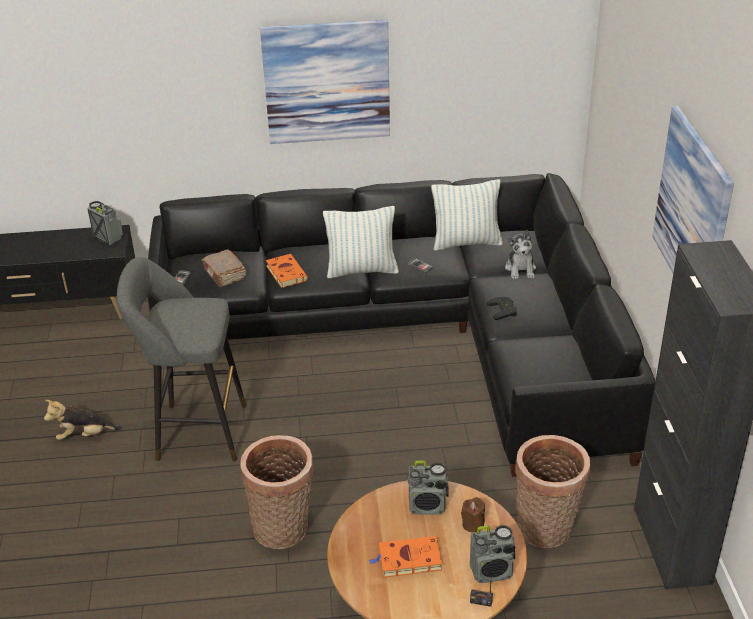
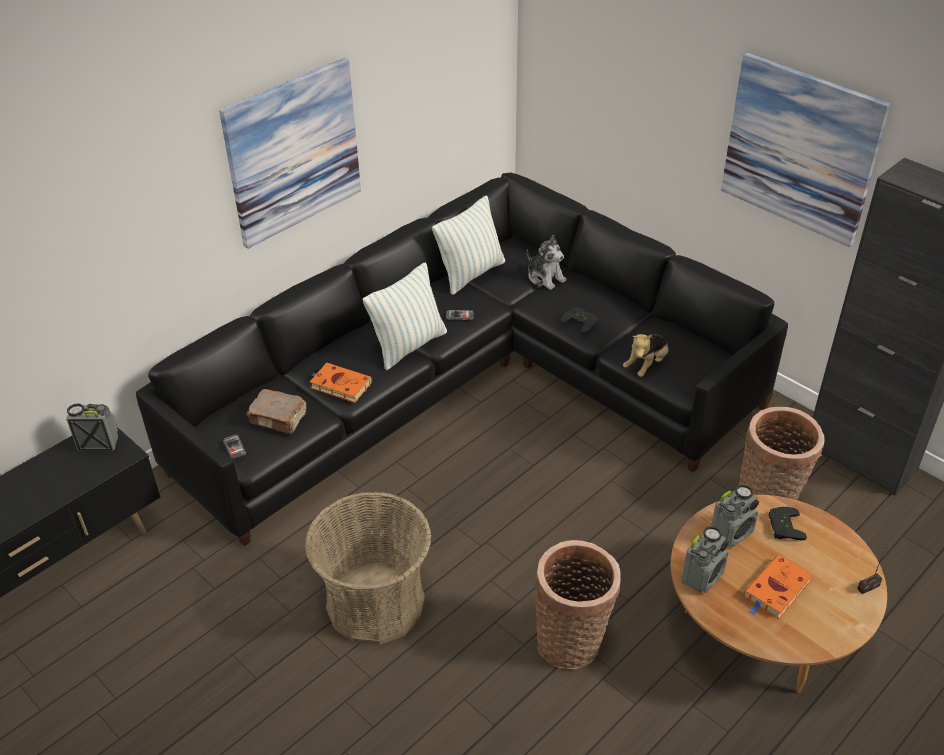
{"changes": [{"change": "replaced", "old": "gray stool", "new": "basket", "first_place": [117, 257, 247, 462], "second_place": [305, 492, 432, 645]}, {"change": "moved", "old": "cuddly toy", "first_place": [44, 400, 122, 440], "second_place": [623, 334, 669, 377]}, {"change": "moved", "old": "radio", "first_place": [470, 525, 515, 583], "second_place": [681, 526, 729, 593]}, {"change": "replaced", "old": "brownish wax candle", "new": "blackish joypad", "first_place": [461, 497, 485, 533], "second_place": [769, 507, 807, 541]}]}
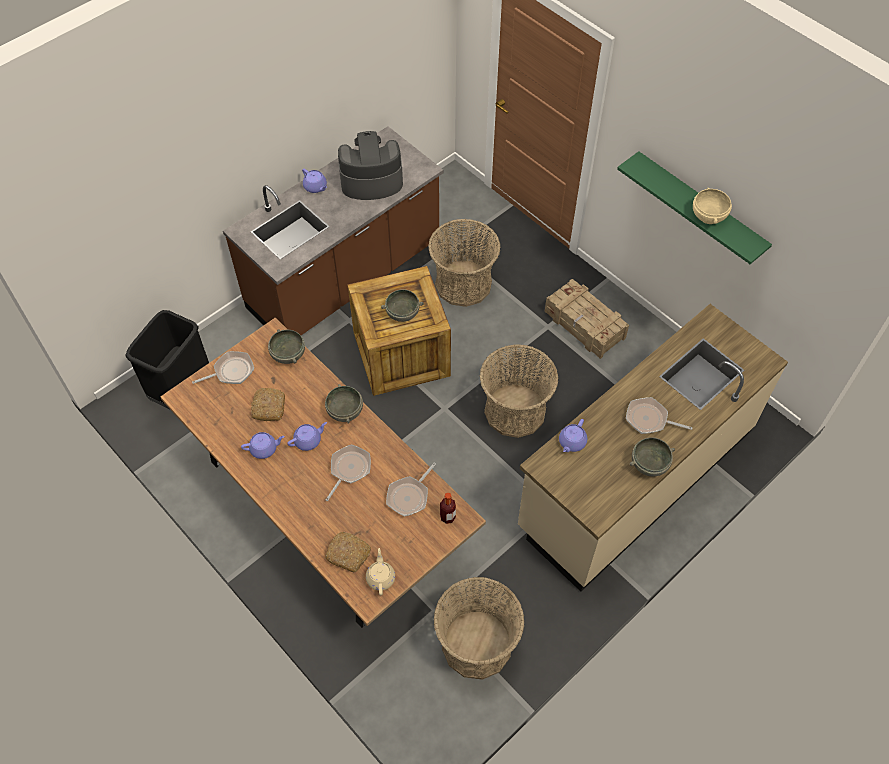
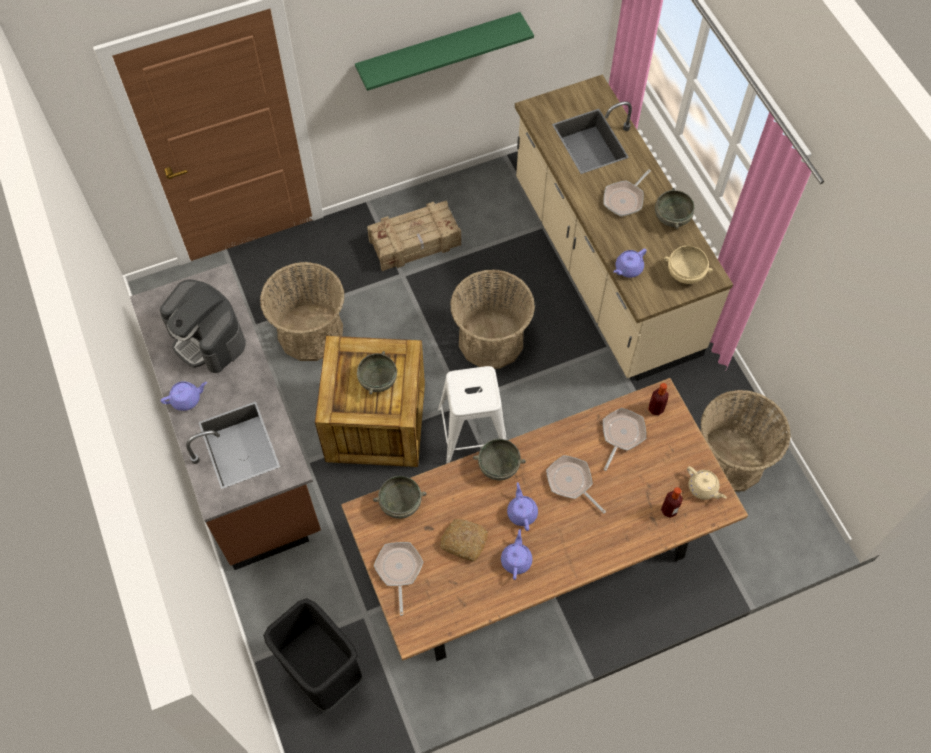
{"changes": [{"change": "turned", "old": "coffee brewer", "first_place": [338, 131, 403, 200], "second_place": [160, 279, 246, 373], "degrees": -60}, {"change": "added", "new": "white stool", "second_place": [438, 366, 506, 464]}, {"change": "turned", "old": "frying pan", "first_place": [386, 463, 436, 517], "second_place": [603, 408, 646, 471], "degrees": -120}, {"change": "turned", "old": "purplish teapot", "first_place": [559, 419, 587, 452], "second_place": [613, 249, 647, 278], "degrees": 90}, {"change": "replaced", "old": "bakery bread", "new": "bottle", "first_place": [325, 532, 371, 572], "second_place": [661, 487, 683, 518]}, {"change": "moved", "old": "beige-coloured bowl", "first_place": [693, 188, 732, 224], "second_place": [664, 246, 713, 284]}, {"change": "turned", "old": "beige-coloured teapot", "first_place": [366, 548, 395, 595], "second_place": [687, 466, 727, 500], "degrees": -150}]}
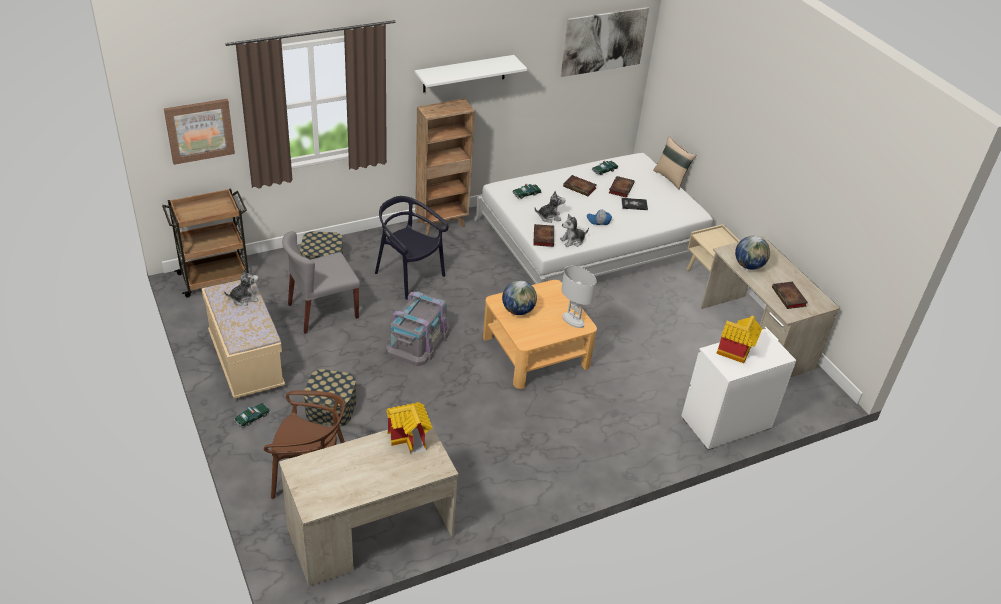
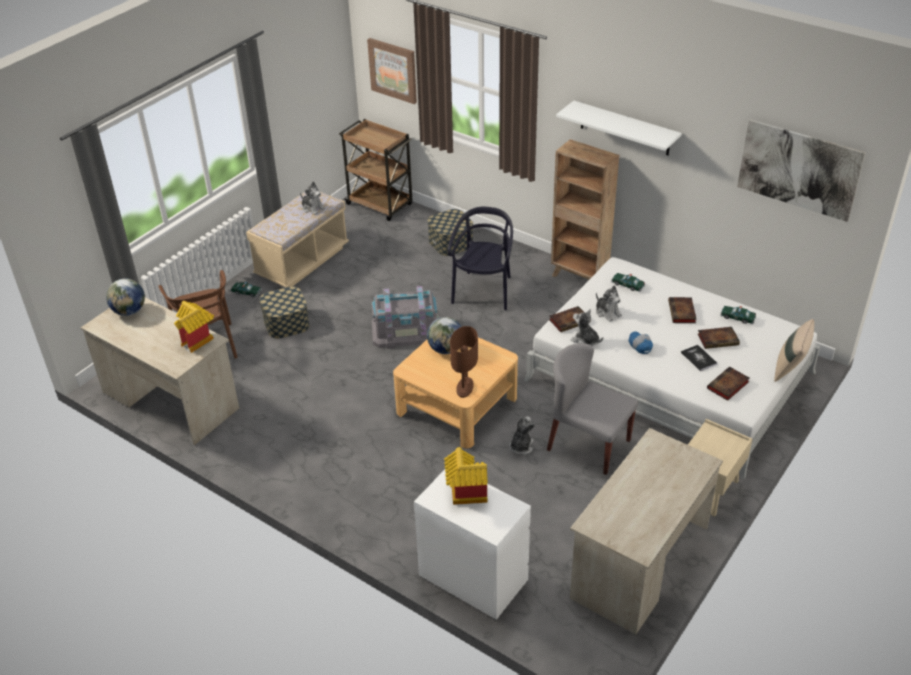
{"changes": [{"change": "moved", "old": "desk globe", "first_place": [735, 236, 770, 270], "second_place": [106, 279, 145, 316]}, {"change": "recoloured", "old": "white lamp for a table", "new": "brownish lamp for a table", "first_place": [561, 266, 597, 328], "second_place": [450, 326, 478, 398]}, {"change": "added", "new": "cuddly toy", "second_place": [509, 416, 535, 455]}, {"change": "moved", "old": "gray plain chair", "first_place": [282, 231, 360, 334], "second_place": [547, 343, 638, 475]}, {"change": "moved", "old": "volume", "first_place": [772, 282, 808, 309], "second_place": [707, 366, 749, 401]}]}
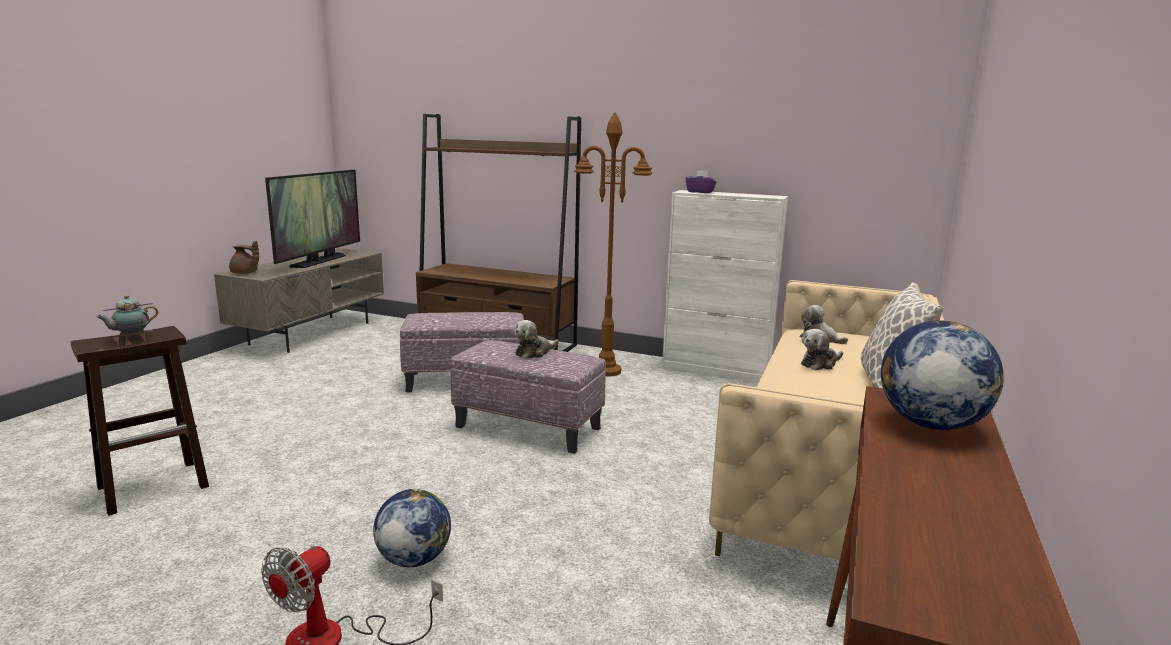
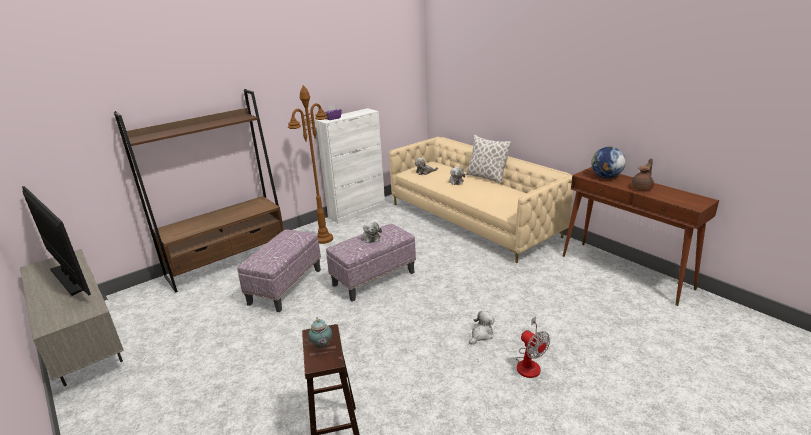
{"changes": [{"change": "replaced", "old": "desk globe", "new": "cuddly toy", "first_place": [373, 489, 451, 567], "second_place": [469, 311, 495, 344]}, {"change": "moved", "old": "brownish teapot", "first_place": [229, 241, 259, 274], "second_place": [631, 159, 654, 191]}]}
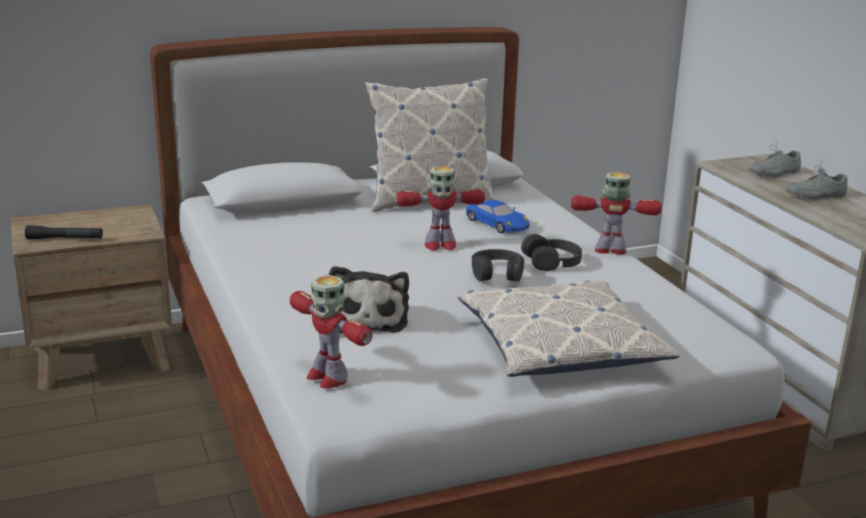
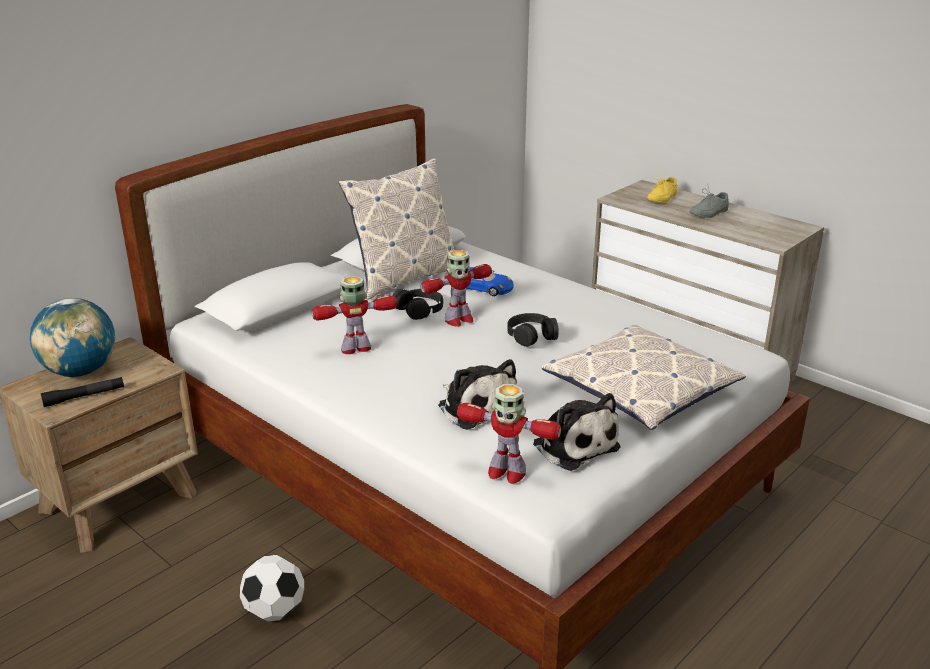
{"changes": [{"change": "added", "new": "desk globe", "second_place": [30, 298, 116, 377]}, {"change": "added", "new": "football ball", "second_place": [239, 555, 304, 622]}, {"change": "moved", "old": "model robot", "first_place": [571, 172, 662, 255], "second_place": [312, 276, 397, 354]}, {"change": "moved", "old": "blackish headset", "first_place": [521, 234, 582, 271], "second_place": [393, 289, 443, 320]}, {"change": "added", "new": "cuddly toy", "second_place": [533, 393, 621, 471]}, {"change": "recoloured", "old": "gray shoe", "new": "yellow-coloured shoe", "first_place": [750, 140, 801, 178], "second_place": [647, 170, 677, 203]}]}
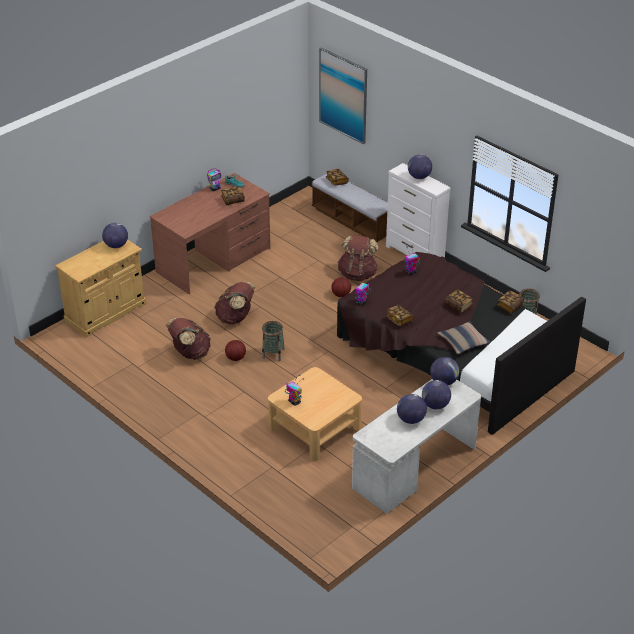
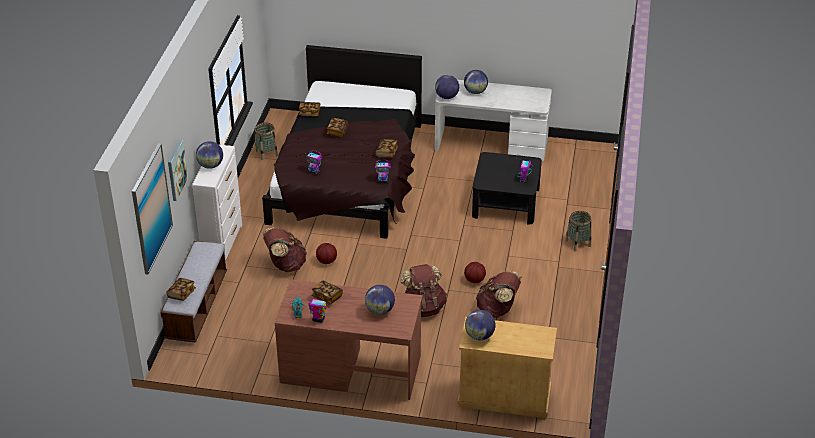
{"changes": [{"change": "added", "new": "wall picture", "second_place": [168, 140, 188, 201]}, {"change": "moved", "old": "desk globe", "first_place": [397, 394, 427, 424], "second_place": [365, 285, 395, 315]}, {"change": "recoloured", "old": "beige-coloured low table", "new": "blackish low table", "first_place": [268, 367, 362, 461], "second_place": [472, 152, 542, 225]}, {"change": "moved", "old": "basket", "first_place": [262, 321, 285, 361], "second_place": [565, 211, 591, 251]}, {"change": "removed", "old": "throw pillow", "first_place": [437, 321, 490, 354]}]}
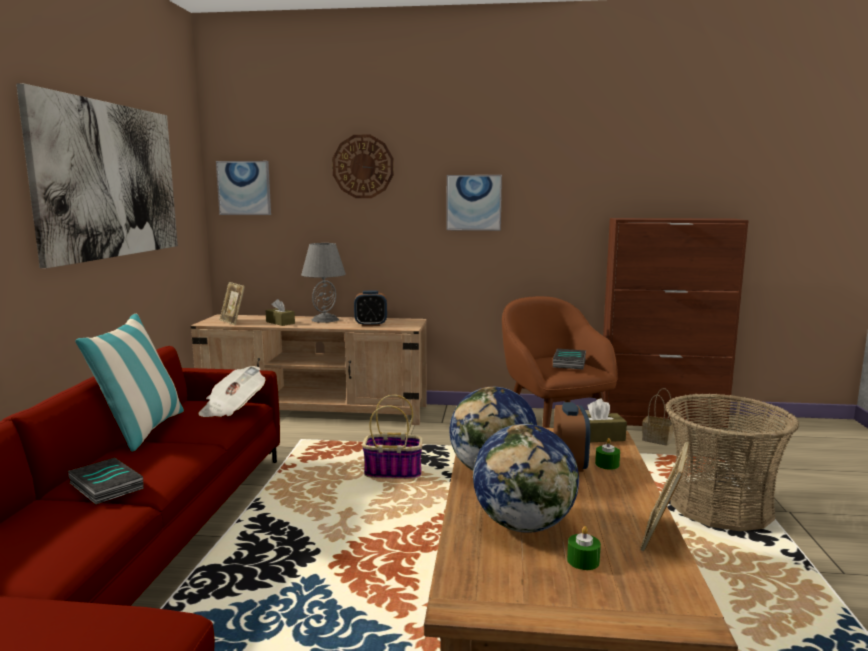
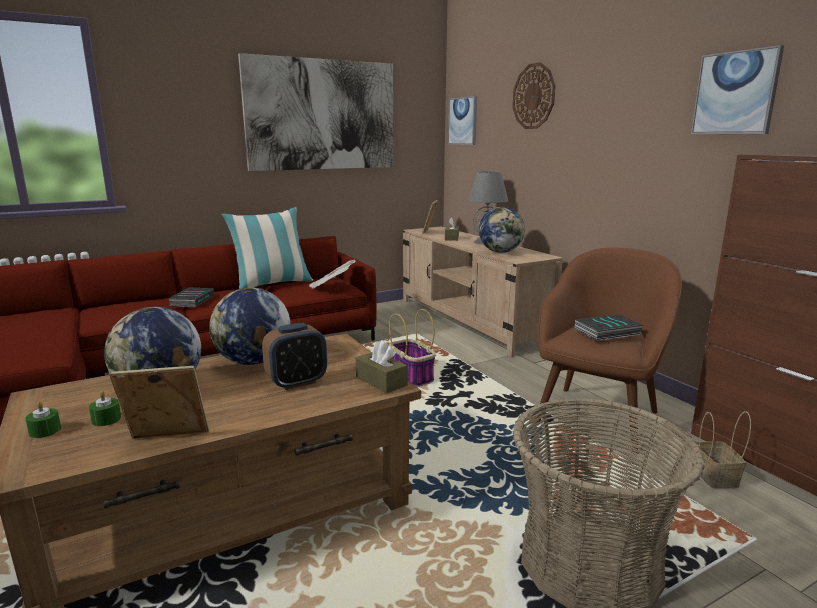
{"changes": [{"change": "moved", "old": "greenish wax candle", "first_place": [595, 438, 620, 470], "second_place": [25, 401, 61, 438]}, {"change": "replaced", "old": "table clock", "new": "desk globe", "first_place": [354, 291, 387, 326], "second_place": [479, 207, 525, 253]}, {"change": "moved", "old": "wall picture", "first_place": [446, 175, 502, 231], "second_place": [691, 45, 784, 134]}]}
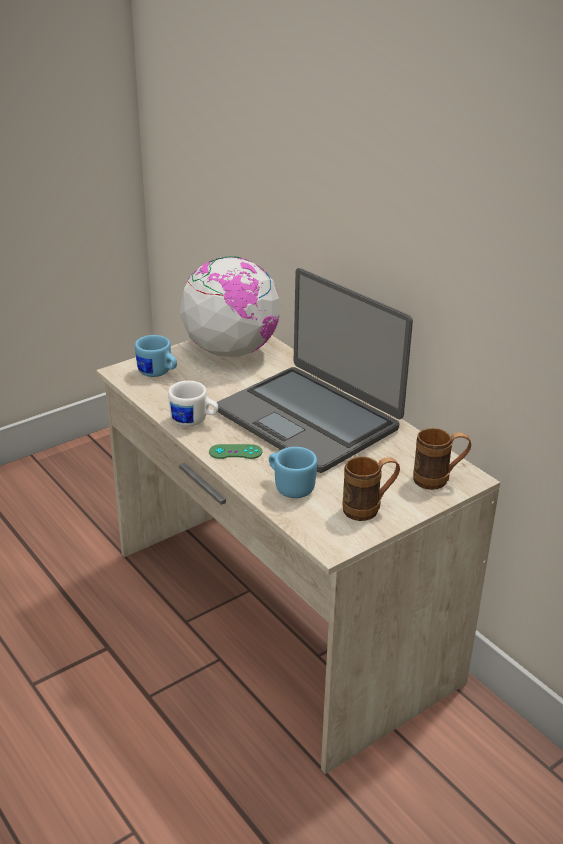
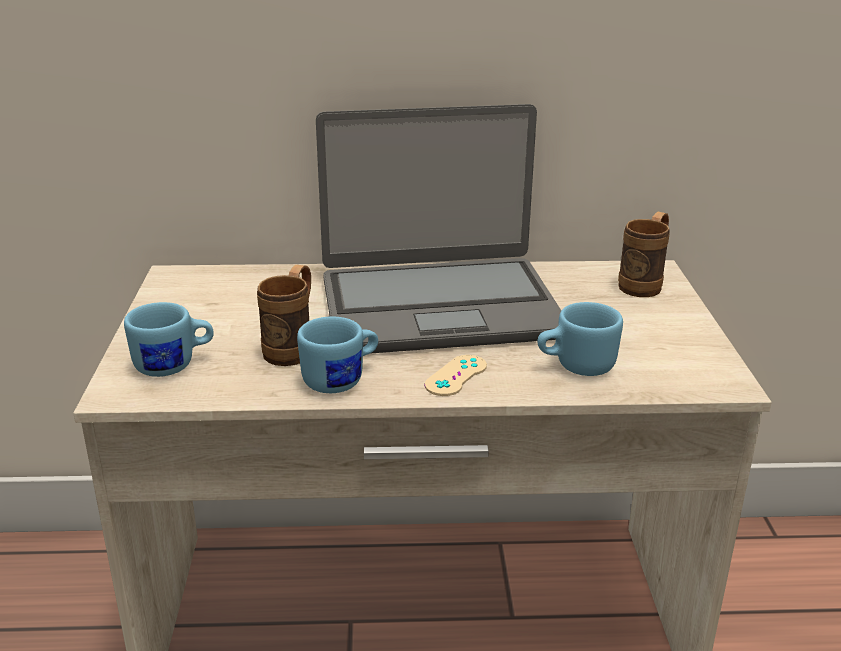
{"changes": [{"change": "moved", "old": "brownish tea mug", "first_place": [342, 456, 400, 521], "second_place": [257, 265, 311, 366]}, {"change": "recoloured", "old": "white tea mug", "new": "blue tea mug", "first_place": [168, 381, 218, 427], "second_place": [297, 316, 378, 393]}, {"change": "recoloured", "old": "greenish joypad", "new": "beige-coloured joypad", "first_place": [209, 444, 262, 459], "second_place": [424, 355, 487, 396]}, {"change": "removed", "old": "desk globe", "first_place": [180, 256, 280, 357]}]}
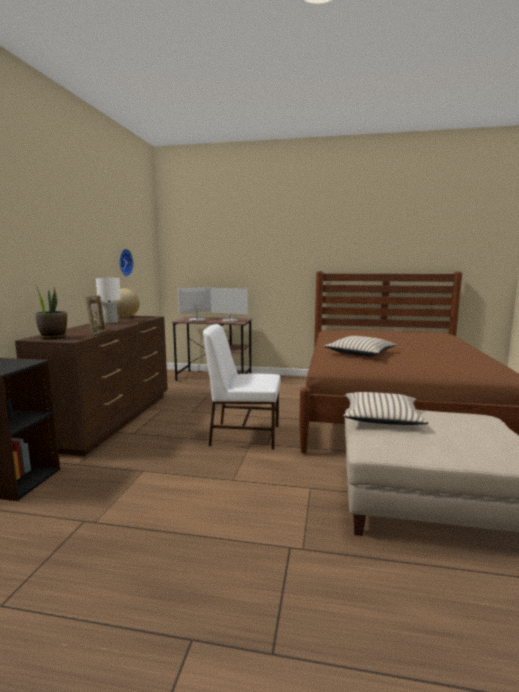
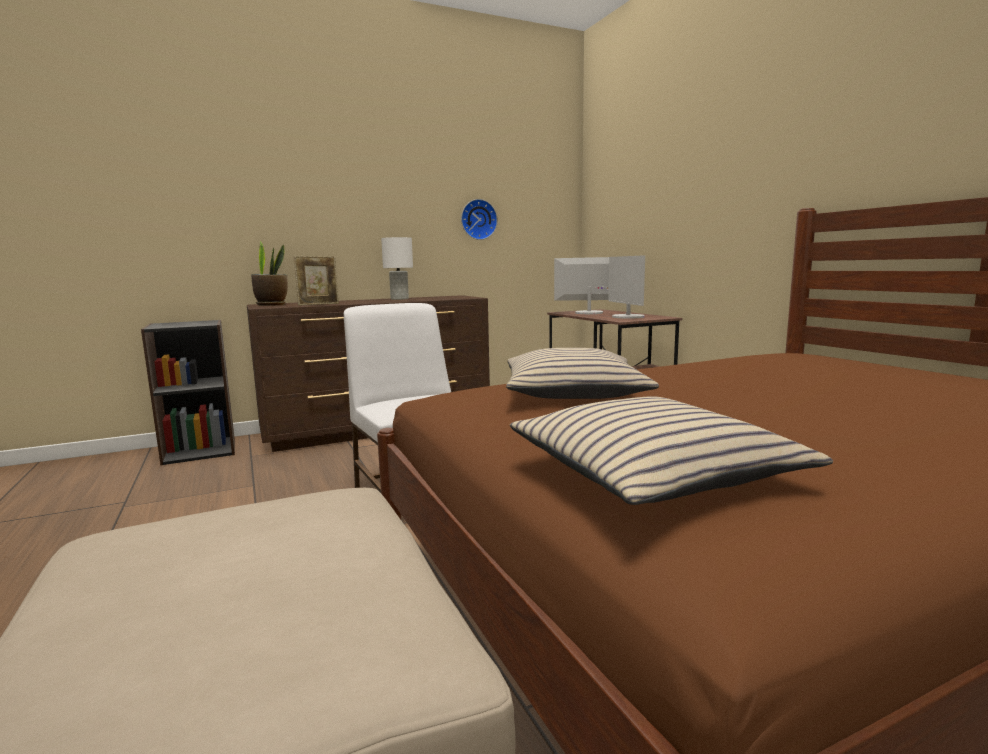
{"changes": [{"change": "moved", "old": "beige-coloured throw pillow", "first_place": [343, 392, 428, 425], "second_place": [510, 396, 833, 505]}, {"change": "removed", "old": "desk globe", "first_place": [113, 288, 140, 317]}]}
